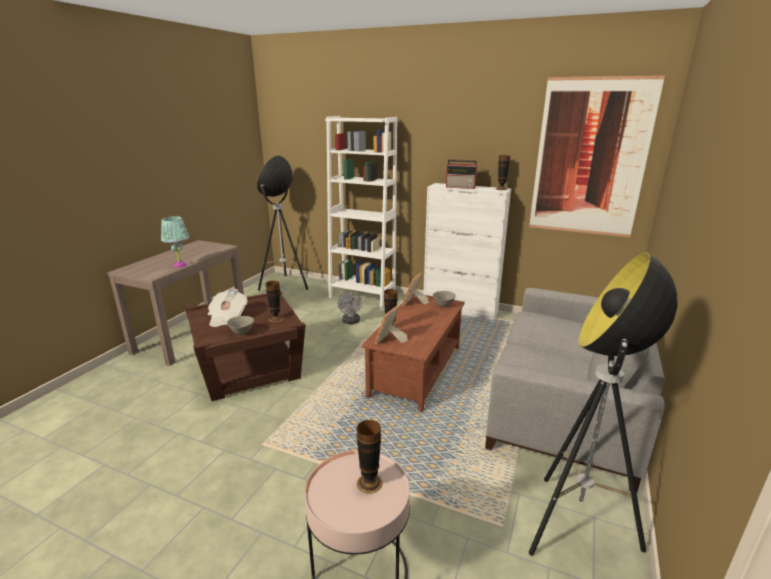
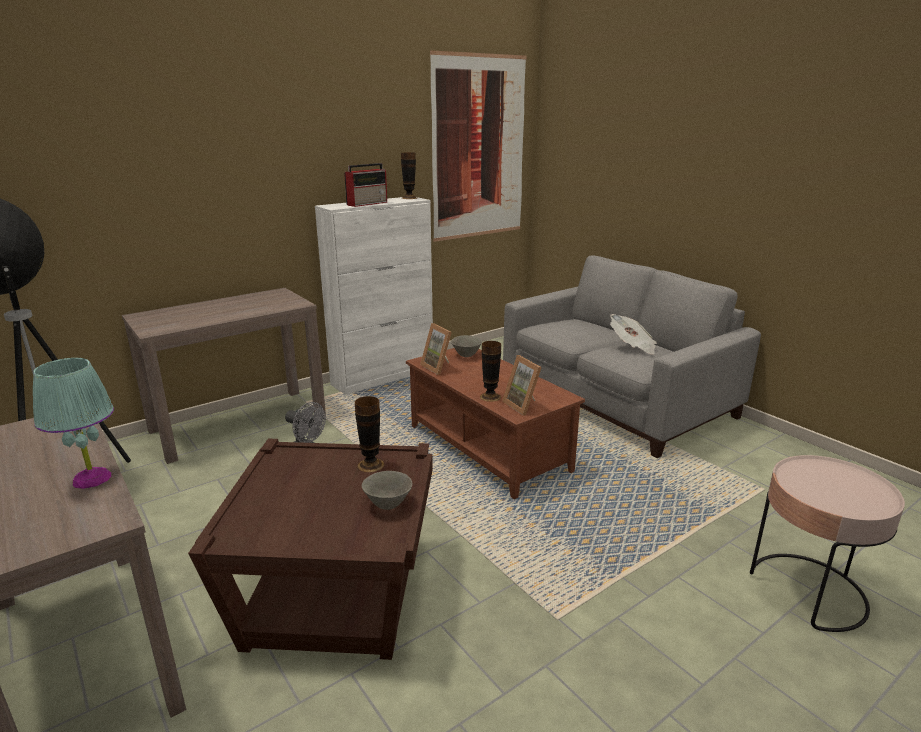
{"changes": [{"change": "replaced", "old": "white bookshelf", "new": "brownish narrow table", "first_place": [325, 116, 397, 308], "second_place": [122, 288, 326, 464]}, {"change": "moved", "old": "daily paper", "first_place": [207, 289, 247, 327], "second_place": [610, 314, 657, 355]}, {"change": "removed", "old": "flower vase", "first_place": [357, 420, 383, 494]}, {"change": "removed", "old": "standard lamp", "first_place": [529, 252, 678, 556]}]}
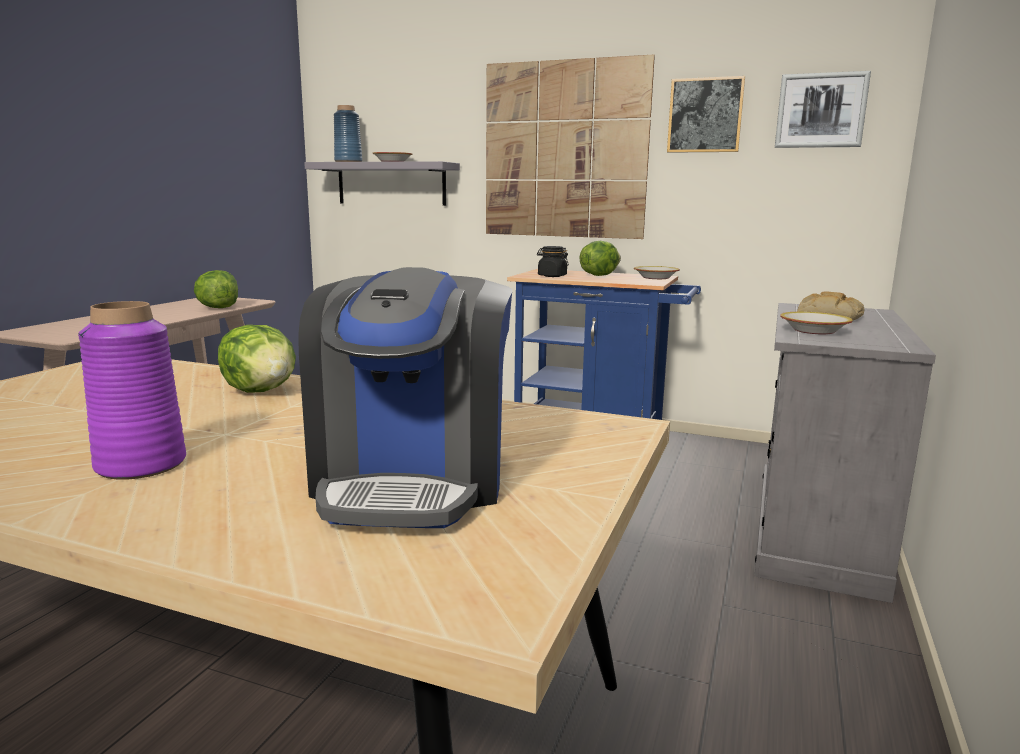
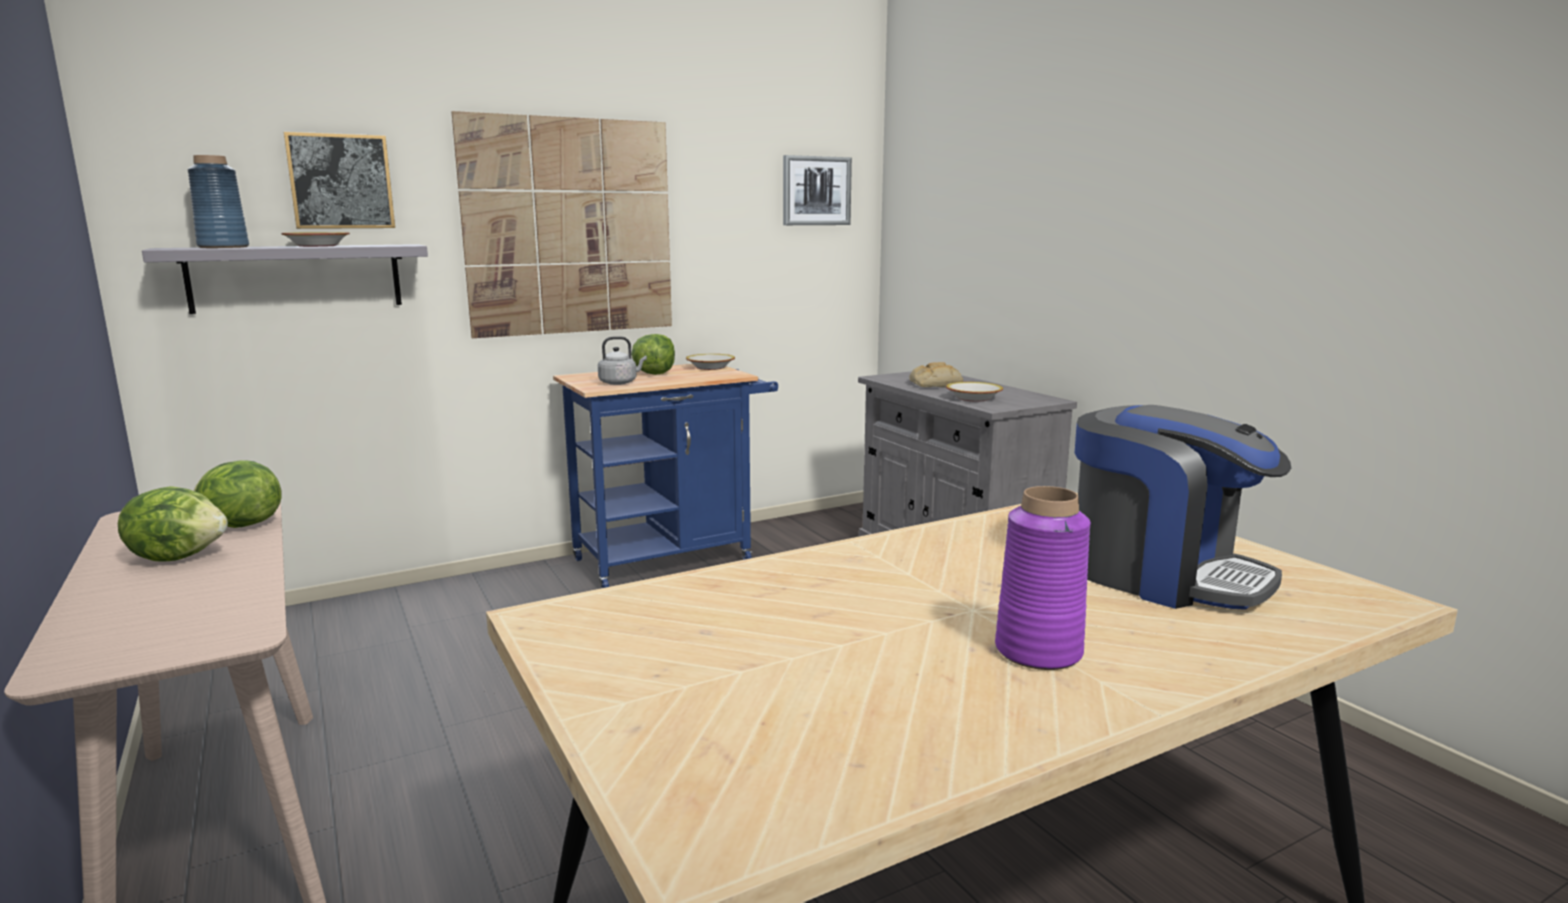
{"changes": [{"change": "moved", "old": "lettuce", "first_place": [218, 325, 296, 393], "second_place": [118, 486, 228, 561]}, {"change": "moved", "old": "wall picture", "first_place": [667, 76, 745, 153], "second_place": [284, 132, 395, 229]}, {"change": "replaced", "old": "blackish preserve jar", "new": "gray water kettle", "first_place": [537, 246, 569, 277], "second_place": [598, 336, 647, 385]}]}
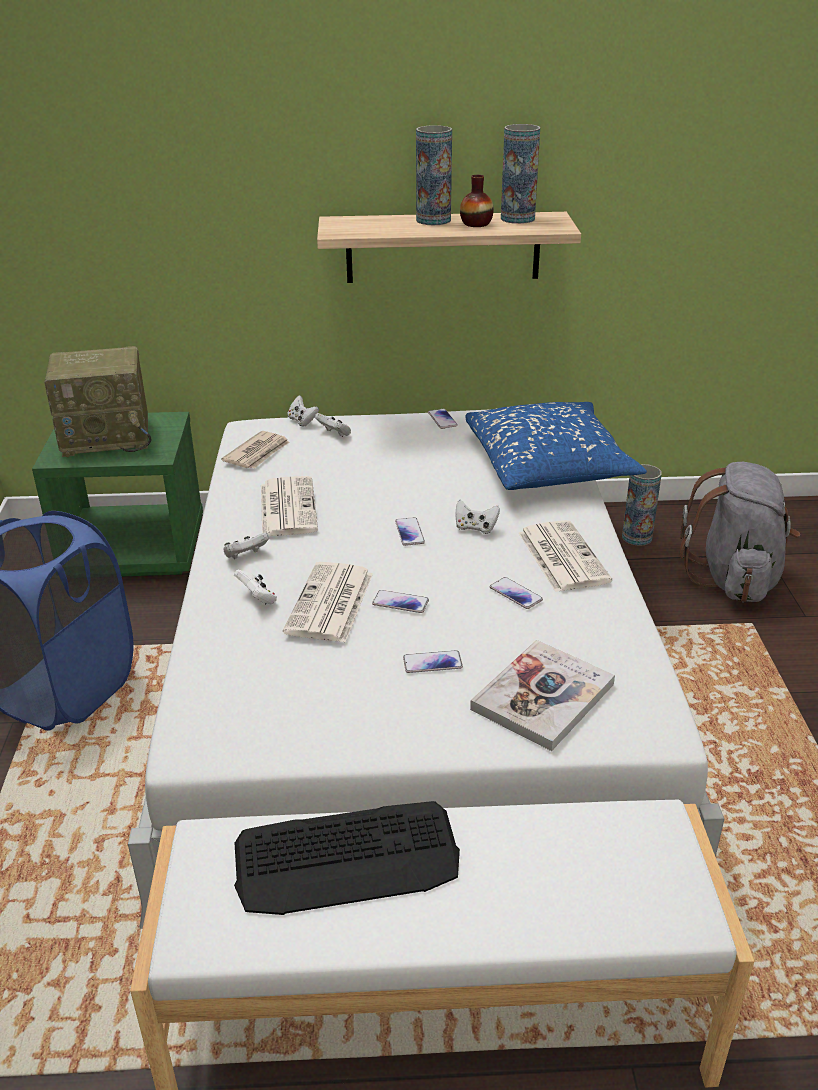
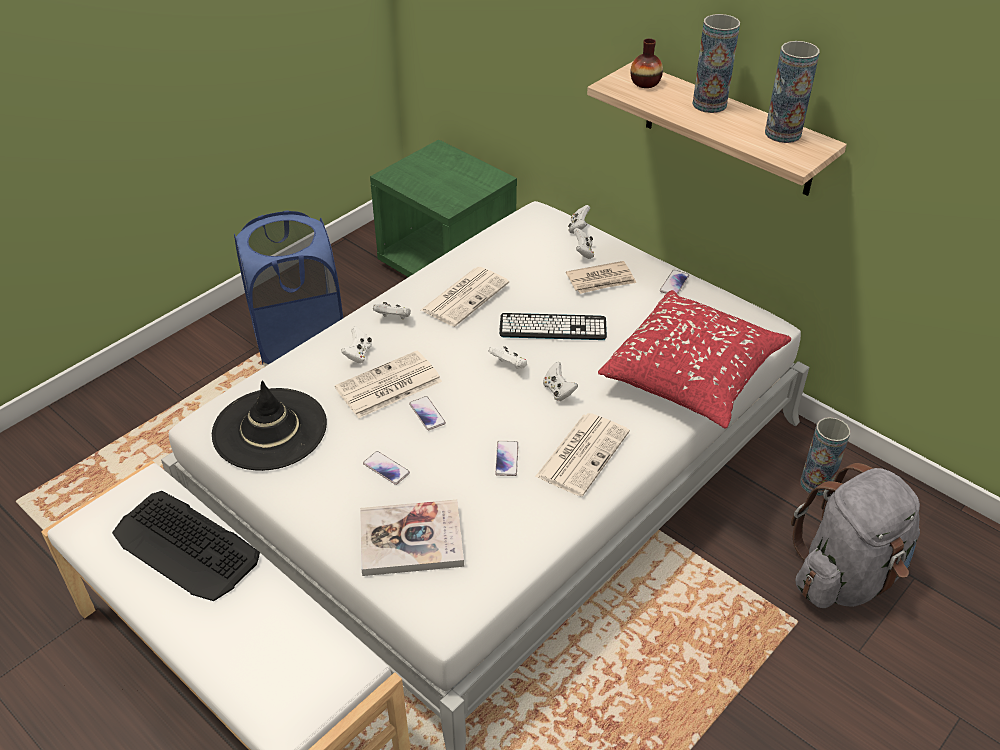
{"changes": [{"change": "added", "new": "blackish clothing hat", "second_place": [212, 380, 327, 471]}, {"change": "replaced", "old": "phone", "new": "white joypad", "first_place": [395, 517, 425, 546], "second_place": [489, 346, 527, 369]}, {"change": "added", "new": "keyboard", "second_place": [499, 313, 607, 340]}, {"change": "moved", "old": "daily paper", "first_place": [221, 431, 290, 468], "second_place": [566, 261, 636, 294]}, {"change": "recoloured", "old": "blue throw pillow", "new": "red throw pillow", "first_place": [465, 402, 647, 490], "second_place": [598, 290, 791, 428]}, {"change": "moved", "old": "flower vase", "first_place": [460, 175, 494, 227], "second_place": [630, 38, 663, 88]}, {"change": "removed", "old": "radio", "first_place": [44, 346, 151, 457]}]}
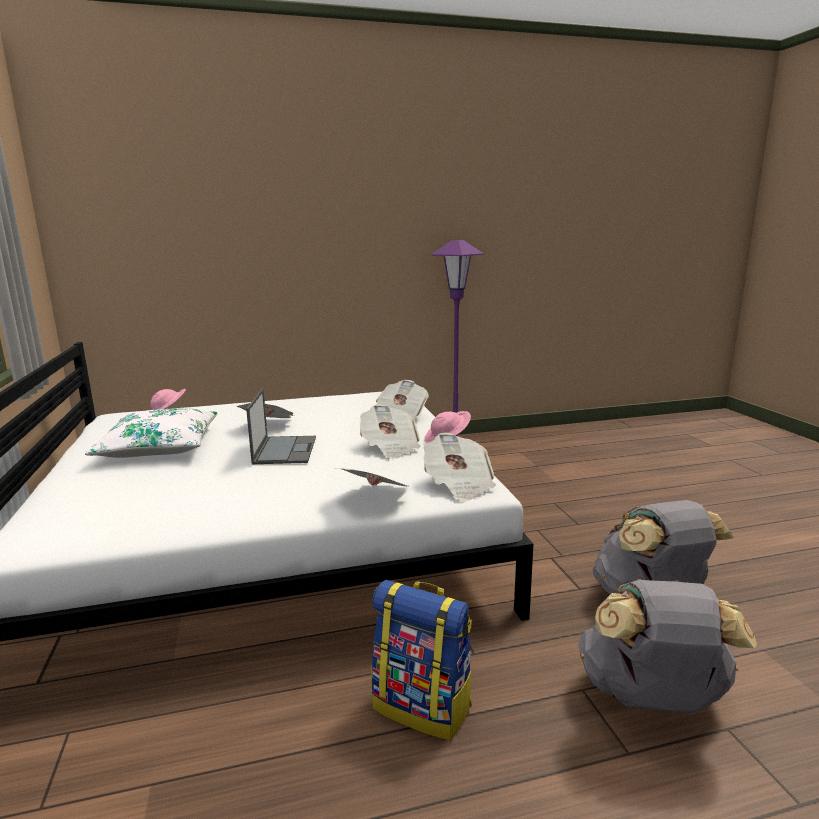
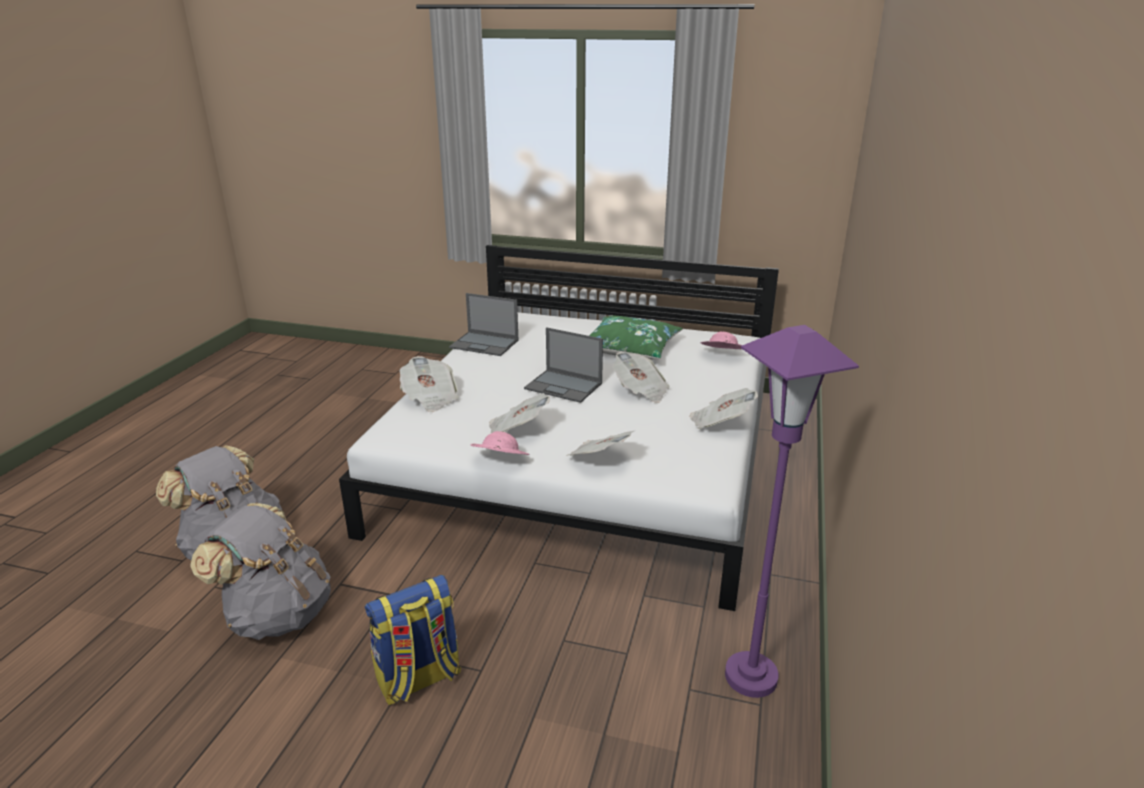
{"changes": [{"change": "moved", "old": "knapsack", "first_place": [371, 580, 472, 740], "second_place": [365, 575, 461, 705]}, {"change": "added", "new": "notebook computer", "second_place": [449, 293, 519, 356]}, {"change": "recoloured", "old": "white throw pillow", "new": "greenish throw pillow", "first_place": [85, 408, 217, 458], "second_place": [589, 316, 683, 360]}, {"change": "moved", "old": "daily paper", "first_place": [424, 433, 496, 502], "second_place": [689, 388, 758, 429]}]}
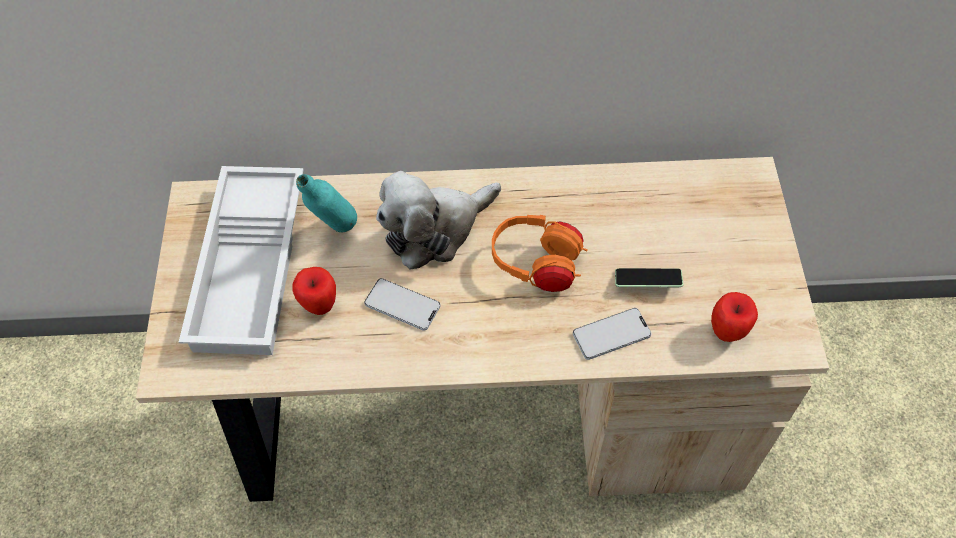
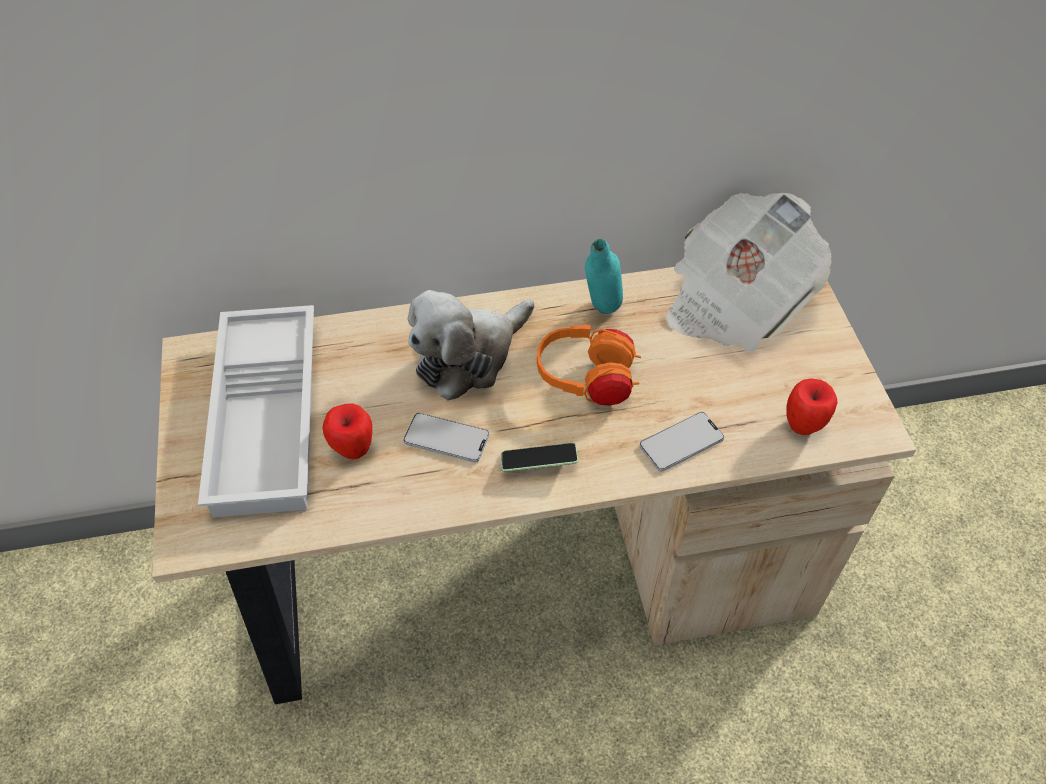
{"changes": [{"change": "moved", "old": "phone", "first_place": [615, 268, 683, 287], "second_place": [501, 443, 579, 472]}, {"change": "moved", "old": "blue-green bottle", "first_place": [296, 174, 357, 233], "second_place": [585, 239, 623, 314]}, {"change": "added", "new": "daily paper", "second_place": [666, 193, 831, 352]}]}
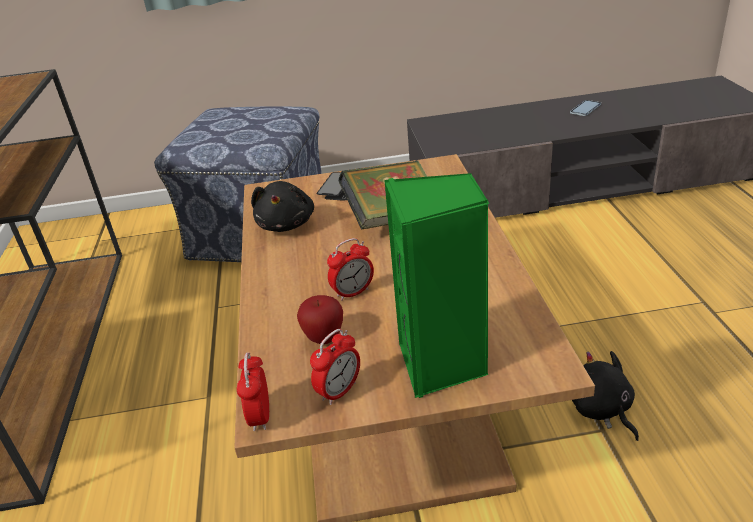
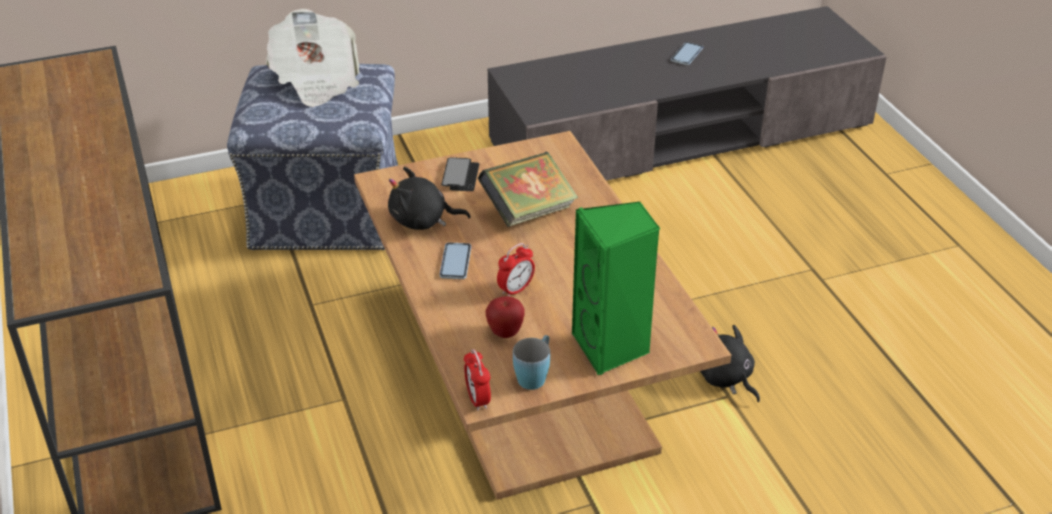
{"changes": [{"change": "added", "new": "daily paper", "second_place": [266, 9, 359, 107]}, {"change": "turned", "old": "blackish cuddly toy", "first_place": [251, 181, 314, 232], "second_place": [388, 167, 471, 230], "degrees": 105}, {"change": "added", "new": "phone", "second_place": [440, 242, 471, 279]}, {"change": "replaced", "old": "table clock", "new": "blue tea mug", "first_place": [310, 329, 360, 405], "second_place": [513, 335, 550, 390]}]}
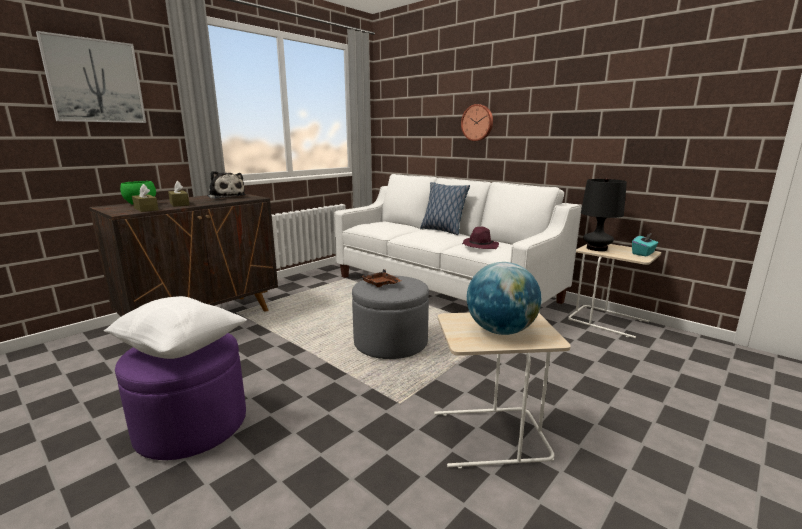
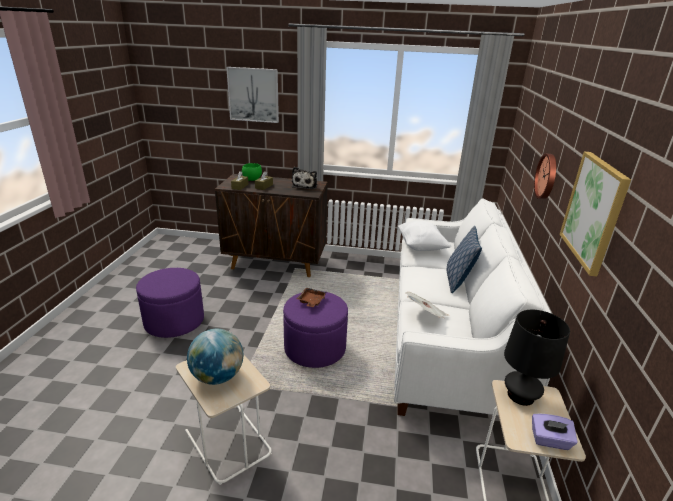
{"changes": [{"change": "recoloured", "old": "gray footrest", "new": "purplish footrest", "first_place": [352, 275, 429, 359], "second_place": [283, 291, 348, 368]}, {"change": "moved", "old": "white throw pillow", "first_place": [104, 296, 247, 359], "second_place": [398, 221, 452, 251]}, {"change": "replaced", "old": "purplish clothing hat", "new": "daily paper", "first_place": [462, 227, 499, 249], "second_place": [405, 292, 449, 318]}, {"change": "recoloured", "old": "blue-green box of tissues", "new": "purplish box of tissues", "first_place": [632, 233, 658, 256], "second_place": [532, 413, 578, 450]}, {"change": "added", "new": "wall picture", "second_place": [560, 152, 631, 277]}]}
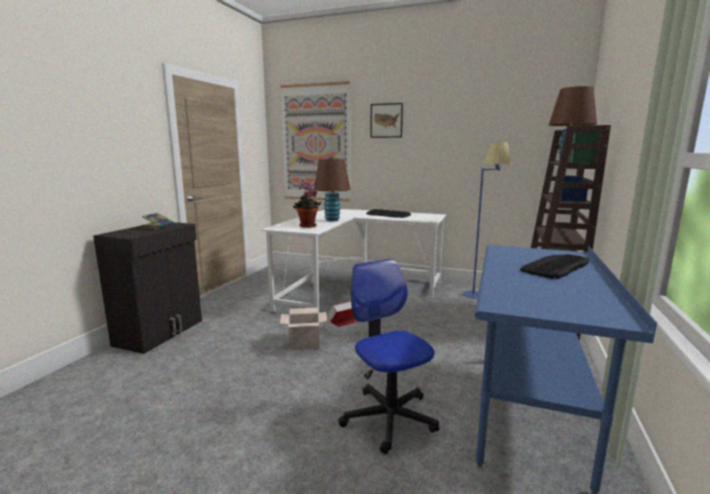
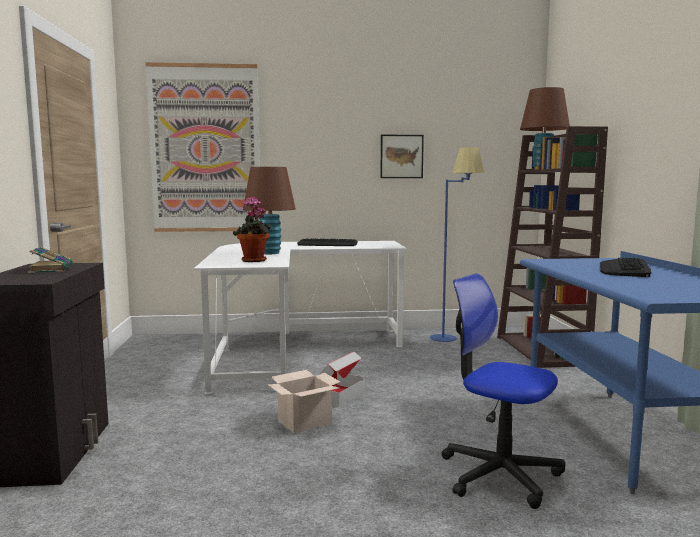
{"changes": [{"change": "moved", "old": "wall picture", "first_place": [370, 103, 403, 138], "second_place": [380, 135, 424, 178]}]}
